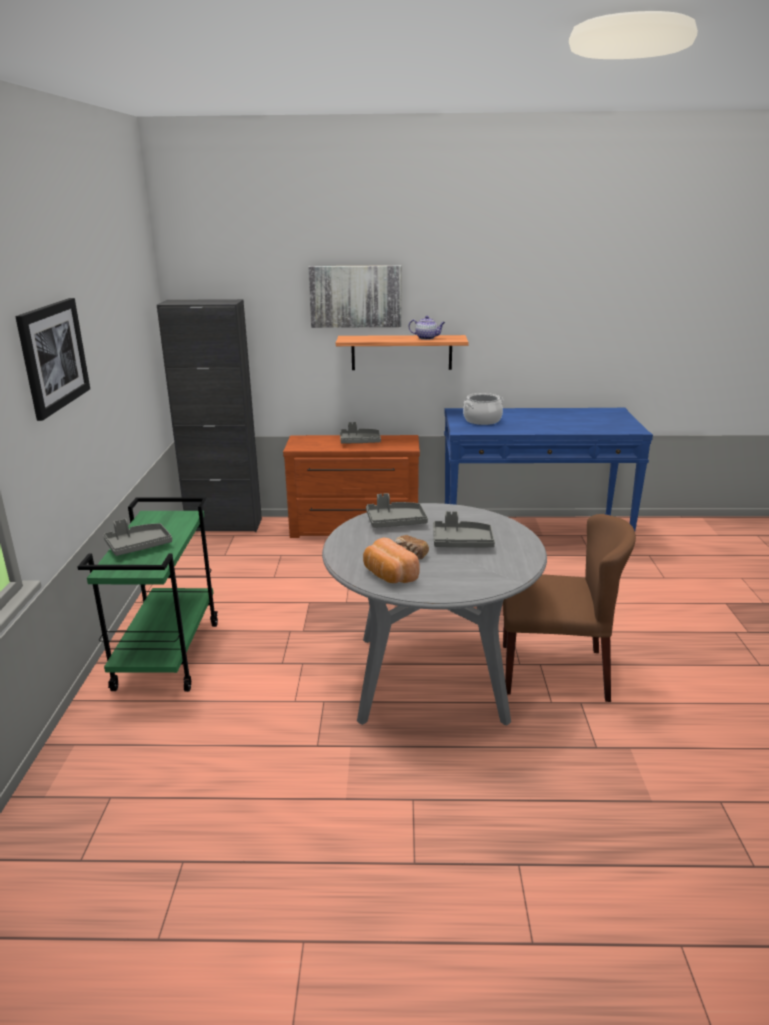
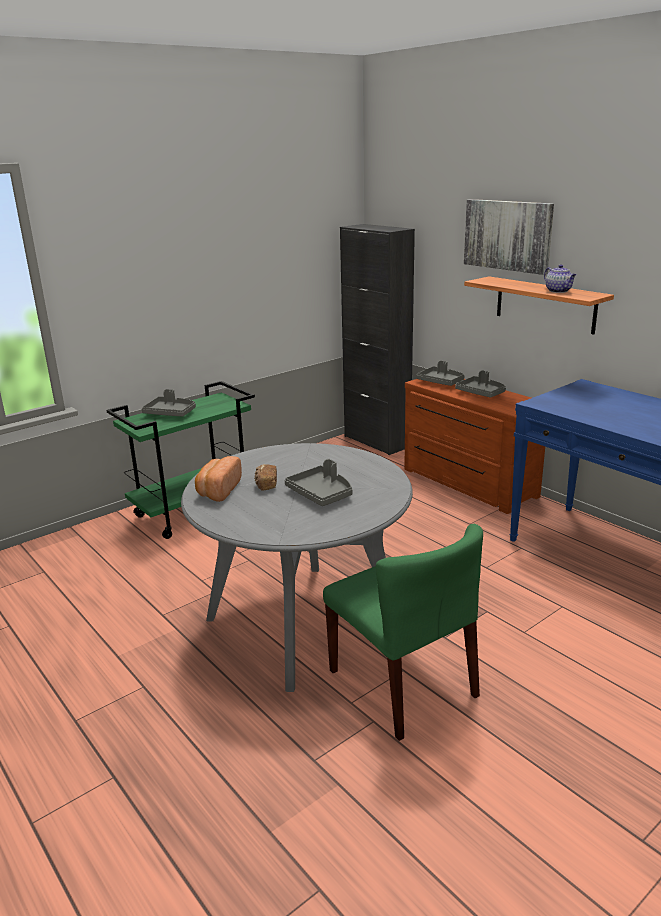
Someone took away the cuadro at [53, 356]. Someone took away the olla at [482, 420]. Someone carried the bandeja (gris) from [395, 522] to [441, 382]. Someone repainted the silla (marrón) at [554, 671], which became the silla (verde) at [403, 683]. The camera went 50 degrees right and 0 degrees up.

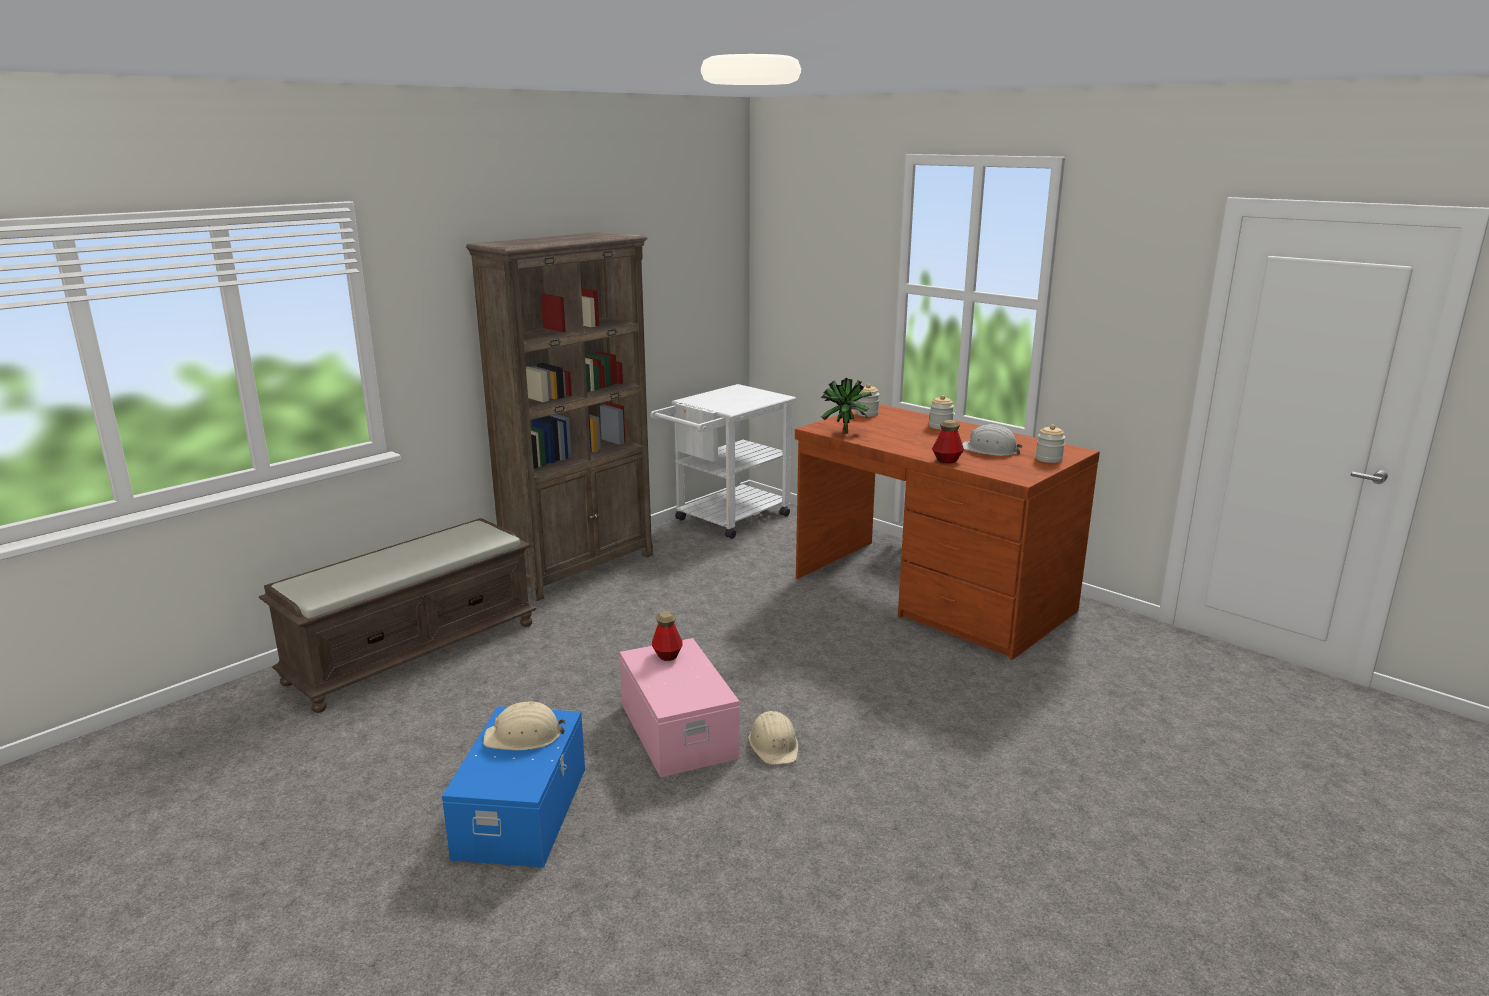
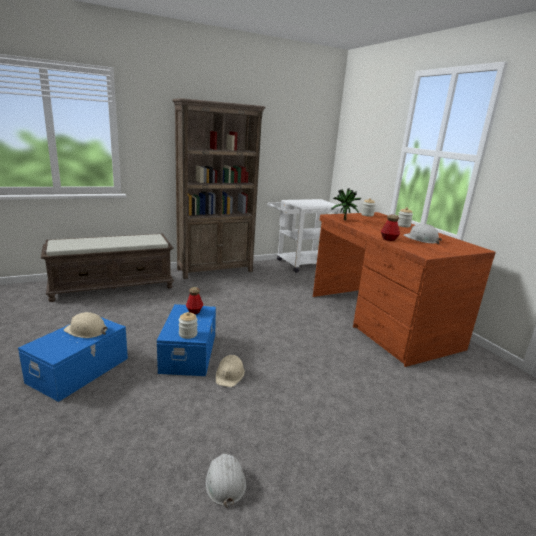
Someone put down the casco (blanco) at [225, 481]. Someone carried the tarro from [1049, 459] to [188, 334]. Someone repainted the caja de almacenaje (rosa) at [679, 730], which became the caja de almacenaje (azul) at [190, 352]. The camera went 20 degrees right and 0 degrees up.

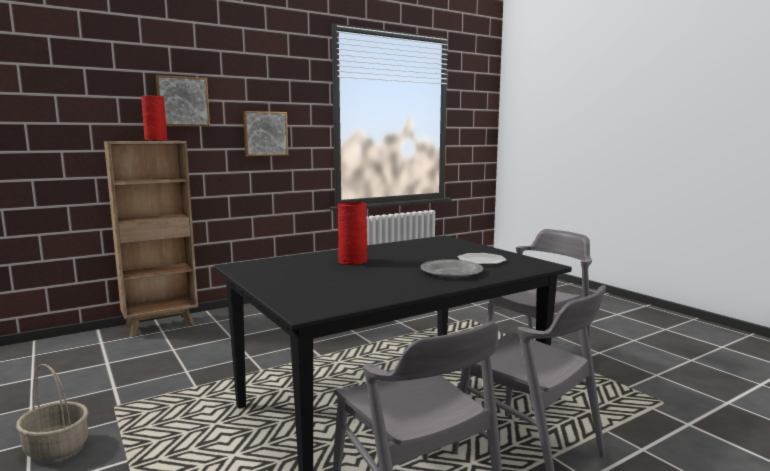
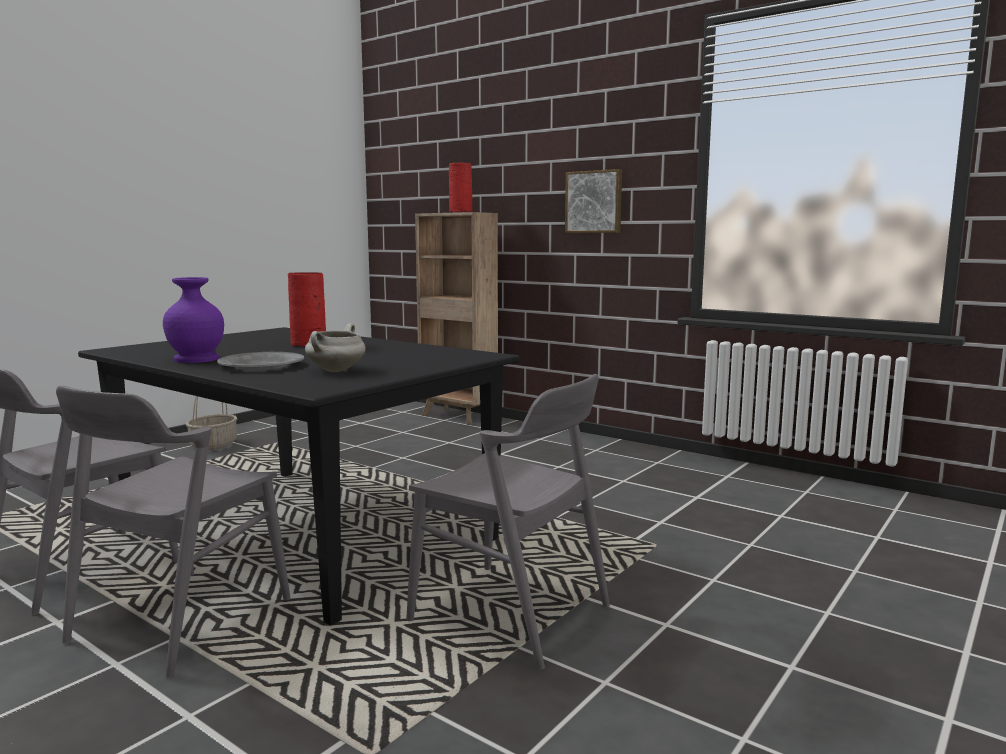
Someone took away the cuadro at [182, 101]. Someone put down the florero (morado) at [195, 359]. Someone swapped the plato at [481, 260] for the olla (blanco) at [336, 370]. The camera went 70 degrees right and 0 degrees up.

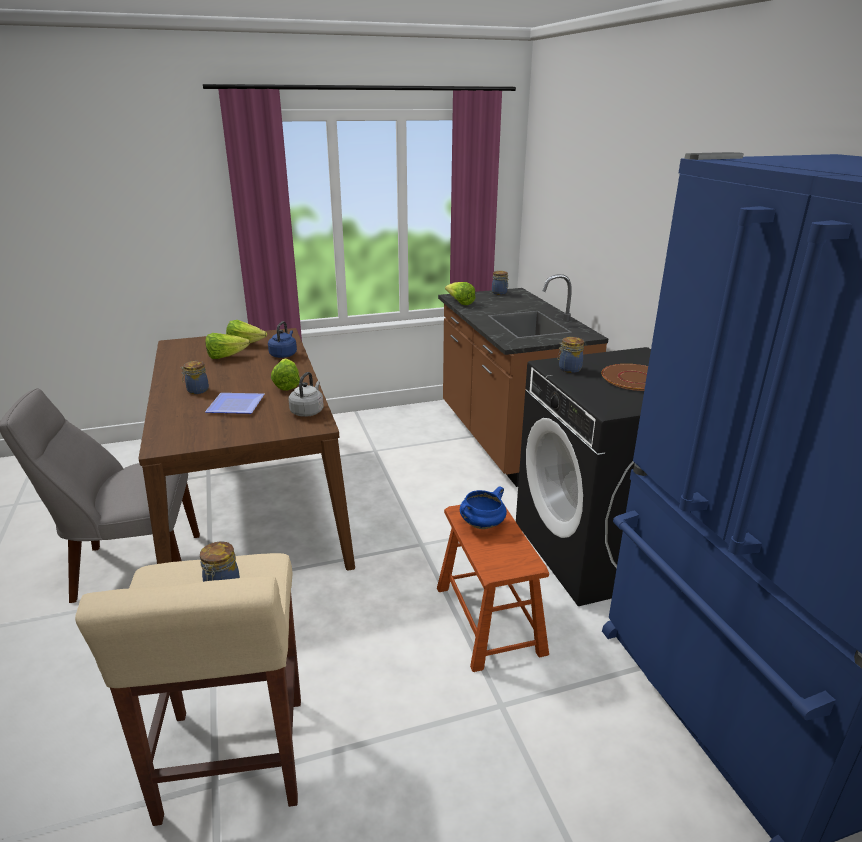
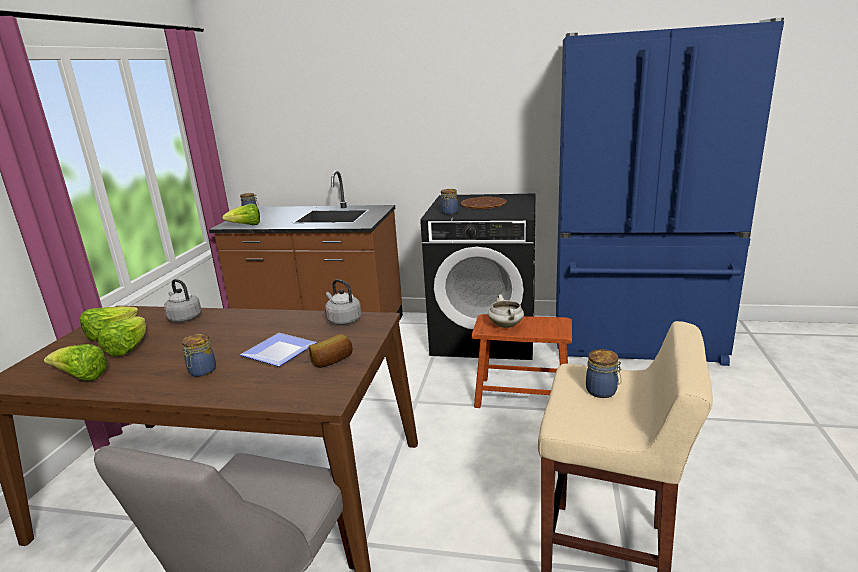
Someone put down the pan at [332, 361]. Someone carried the lechuga from [286, 385] to [81, 377]. Someone repainted the hervidor (azul) at [284, 354], which became the hervidor (gris) at [184, 317]. Someone repainted the olla (azul) at [482, 525], which became the olla (blanco) at [506, 326]. The camera went 60 degrees left and 5 degrees down.

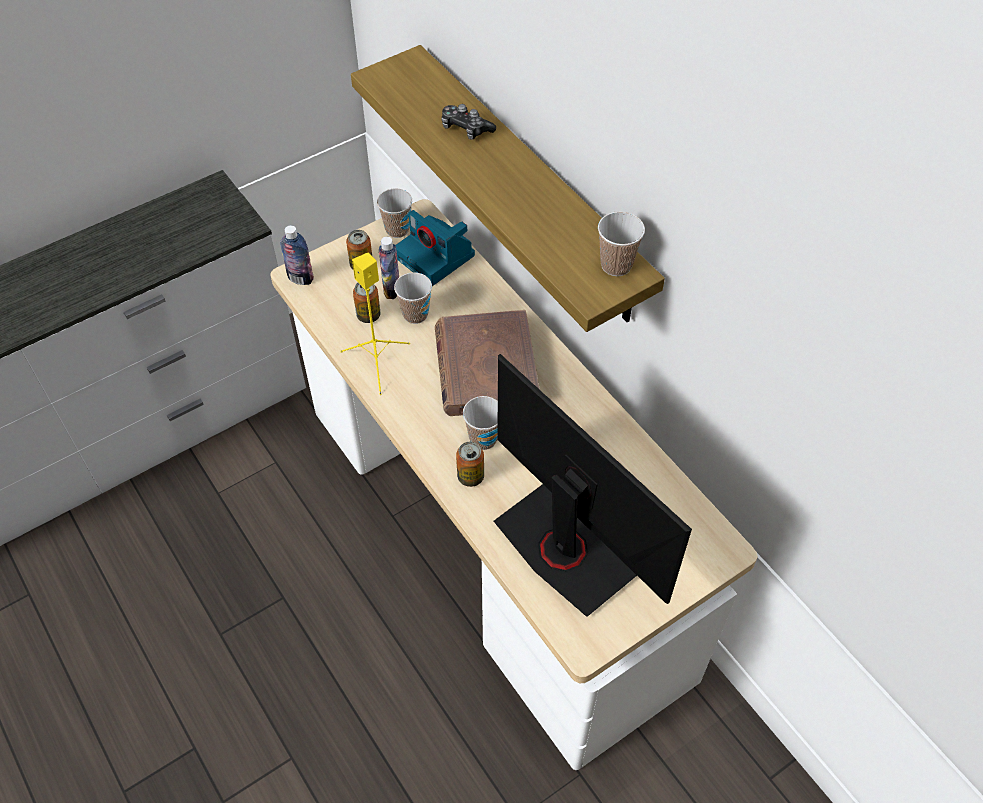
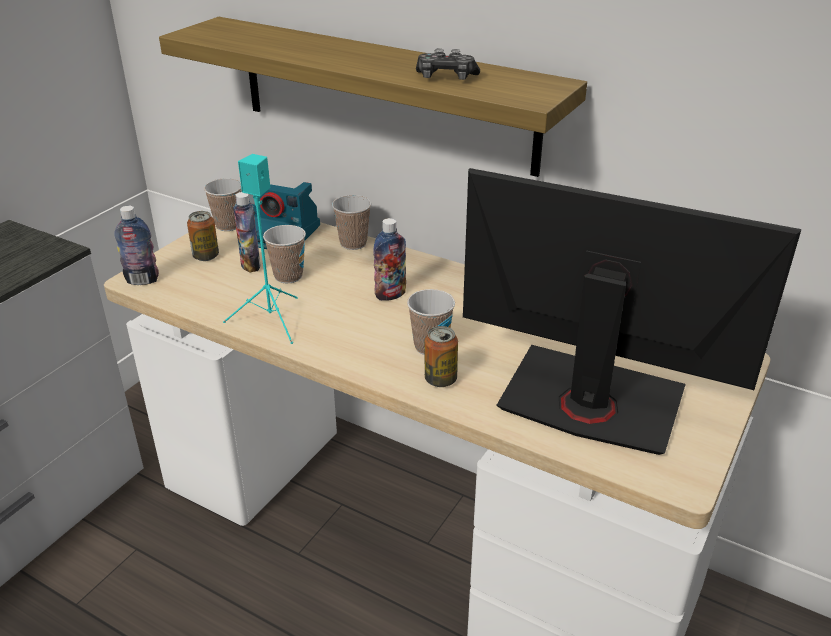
Someone took away the lata at [368, 315]. Someone carried the mando de consola from [465, 128] to [446, 77]. Someone carried the taza from [616, 265] to [353, 243]. Someone swapped the libro (marrón) at [486, 367] for the botella at [390, 294]. Someone repainted the altavoz (amarillo) at [377, 363], which became the altavoz (turquesa) at [272, 321]. The camera went 25 degrees left and 20 degrees down.

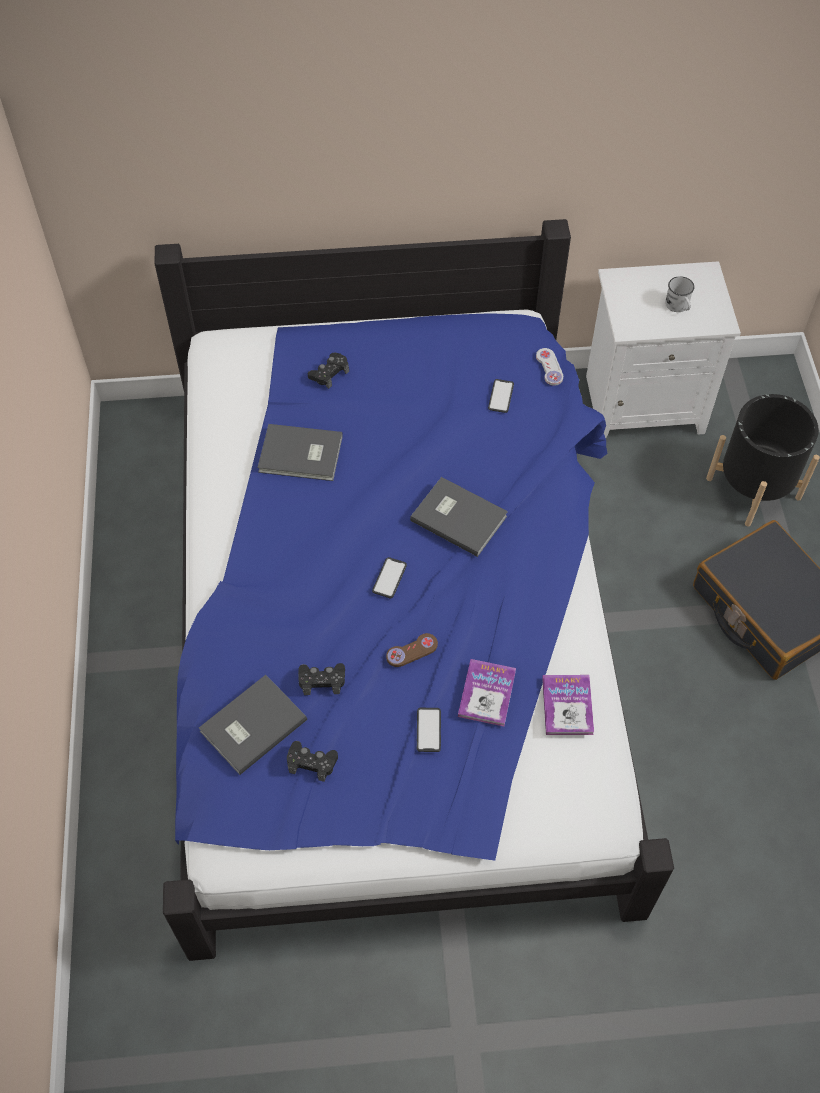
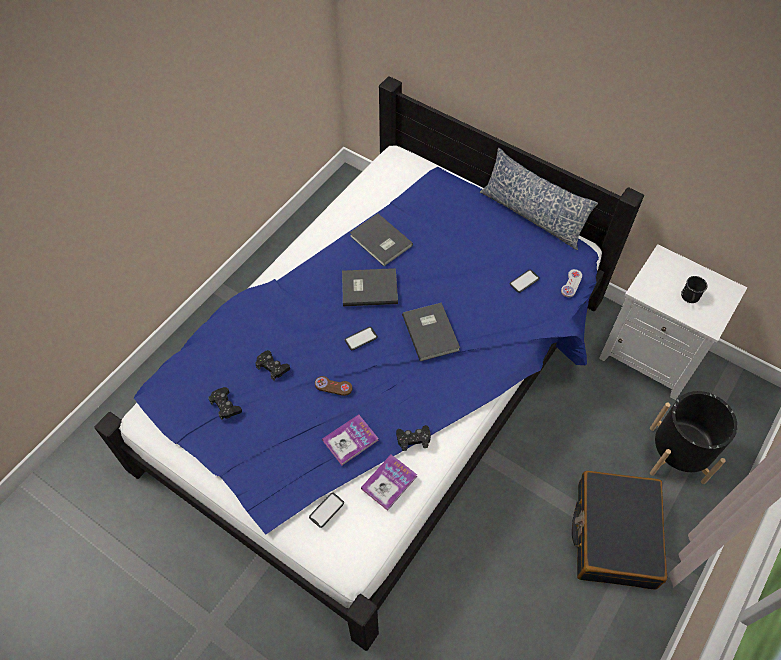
Someone put down the cojín at [531, 215]. Someone carried the libro (gris) from [250, 725] to [368, 287]. Someone carried the mando de consola (negro) from [329, 373] to [413, 439]. Someone carried the móvil from [428, 730] to [326, 510]. Someone repainted the taza grande (blanco) at [678, 307], which became the taza grande (negro) at [689, 298]. The camera went 40 degrees right and 0 degrees up.

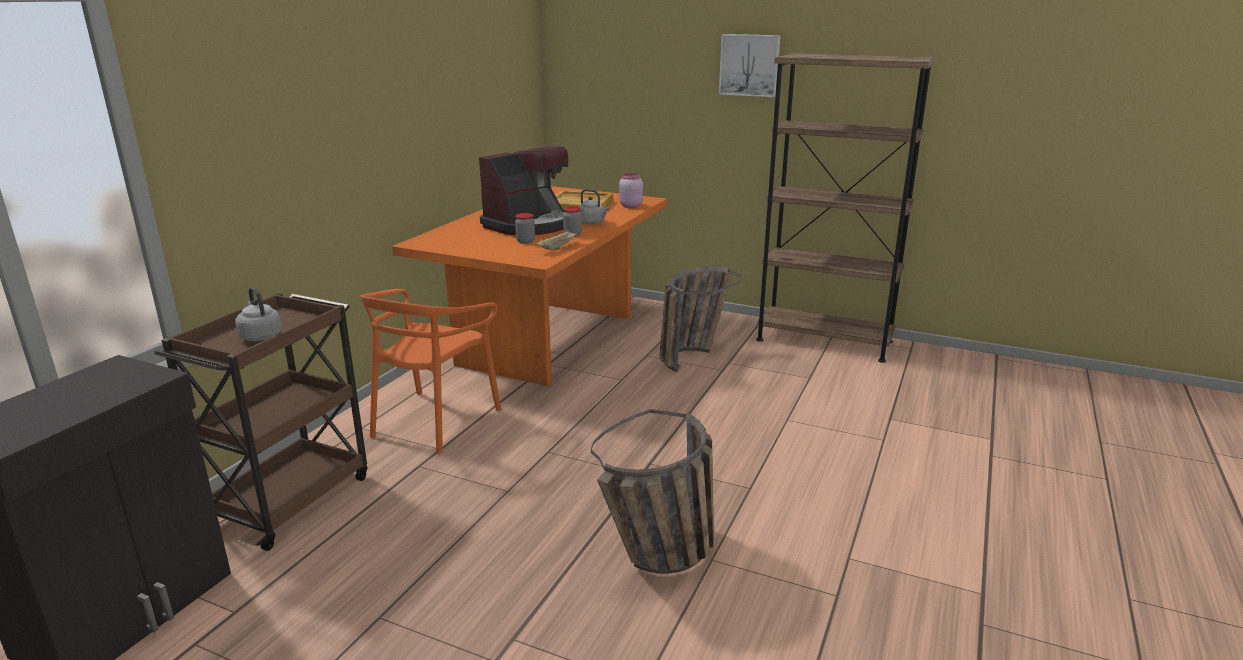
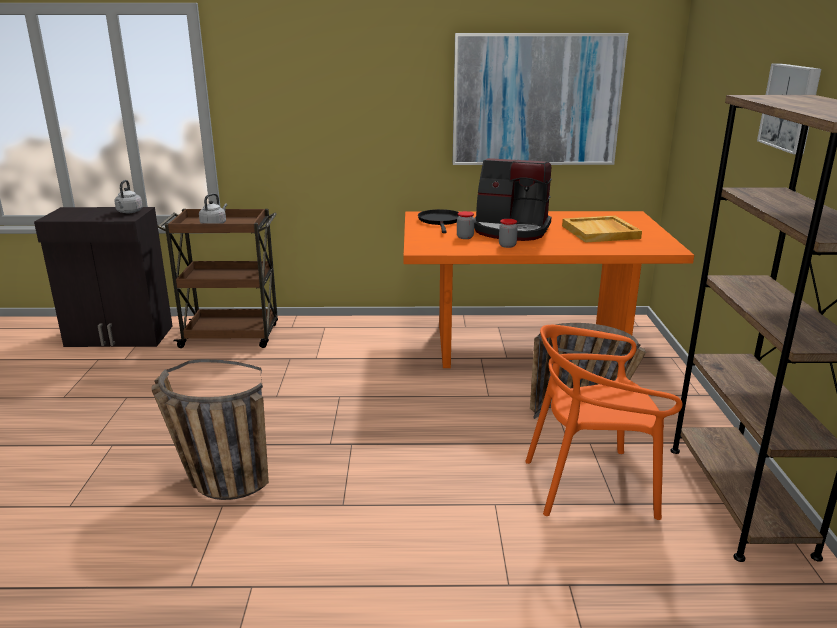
Someone took away the bandeja (beis) at [558, 247]. Someone took away the tarro (rosa) at [630, 206]. Someone put down the sartén (negro) at [440, 221]. Someone put up the cuadro at [536, 100]. Someone carried the silla (naranja) from [434, 421] to [590, 485]. Someone carried the hervidor (gris) from [592, 222] to [129, 212]. The camera went 65 degrees right and 0 degrees up.

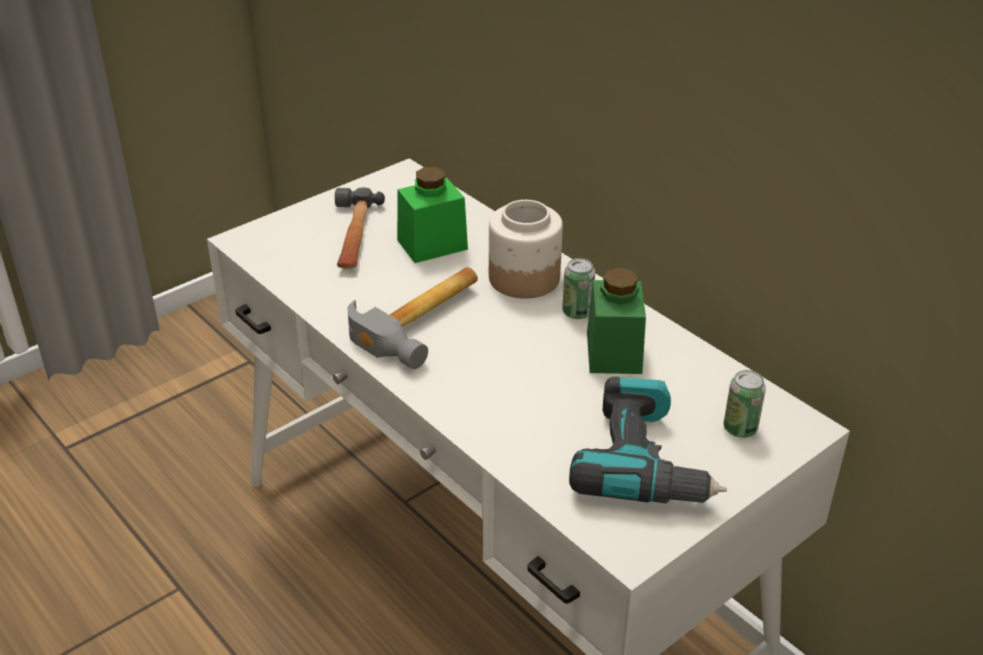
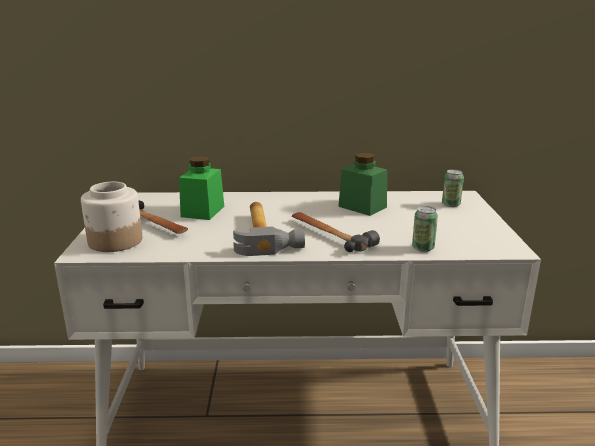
Someone took away the taladro at [644, 462]. Someone put down the martillo at [329, 235]. Someone carried the tarro from [523, 278] to [115, 241]. Someone carried the lata from [577, 312] to [423, 248]. The camera went 50 degrees left and 15 degrees down.

